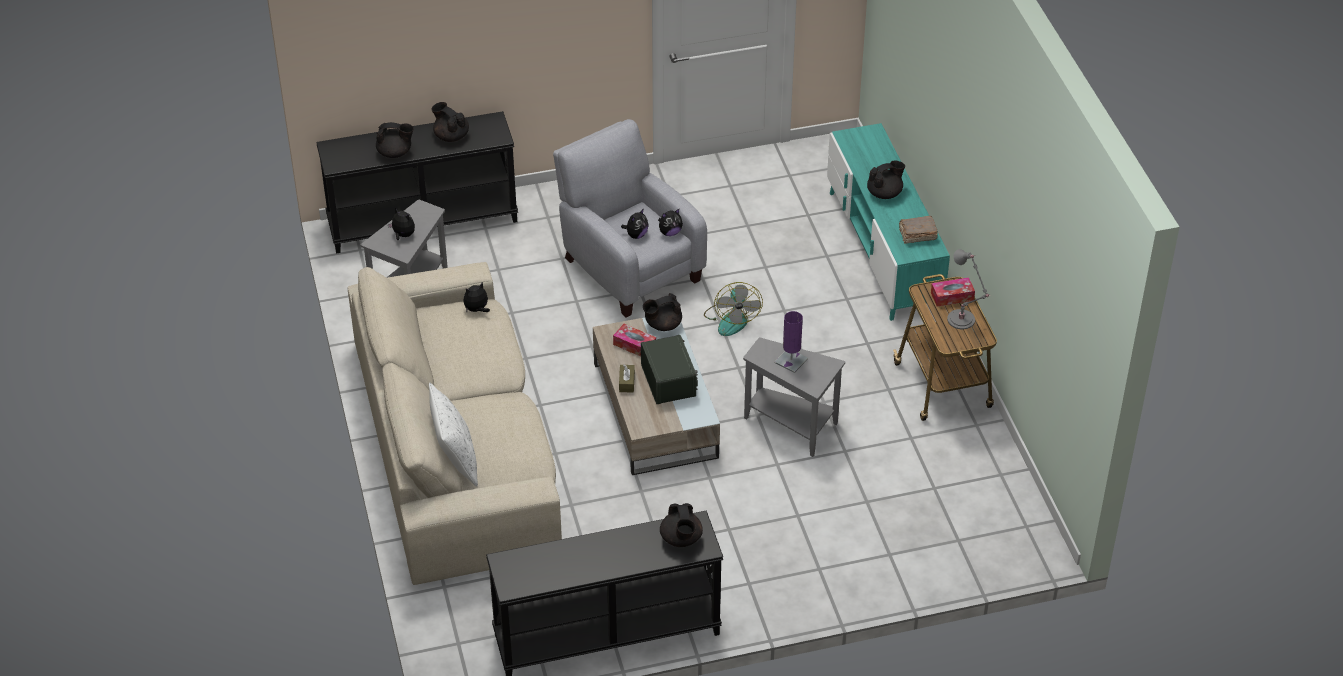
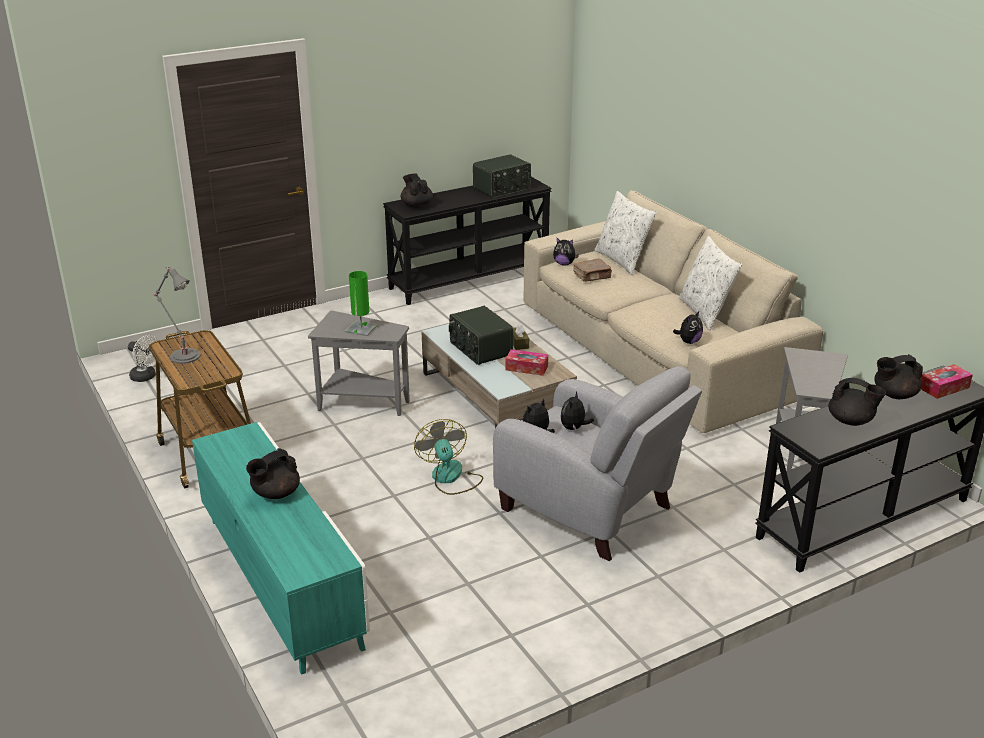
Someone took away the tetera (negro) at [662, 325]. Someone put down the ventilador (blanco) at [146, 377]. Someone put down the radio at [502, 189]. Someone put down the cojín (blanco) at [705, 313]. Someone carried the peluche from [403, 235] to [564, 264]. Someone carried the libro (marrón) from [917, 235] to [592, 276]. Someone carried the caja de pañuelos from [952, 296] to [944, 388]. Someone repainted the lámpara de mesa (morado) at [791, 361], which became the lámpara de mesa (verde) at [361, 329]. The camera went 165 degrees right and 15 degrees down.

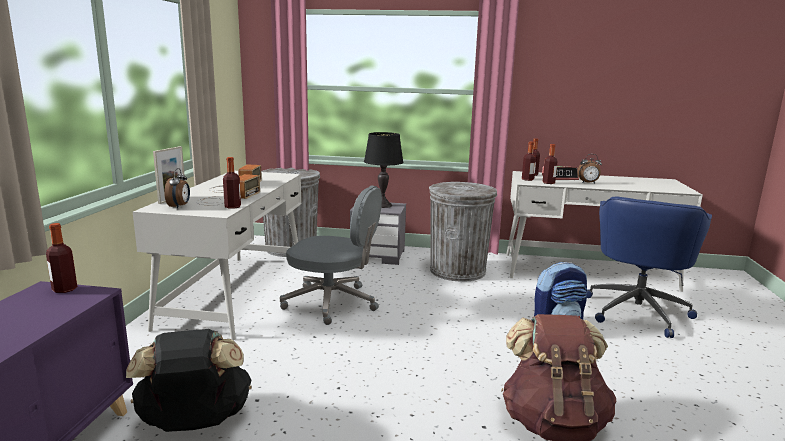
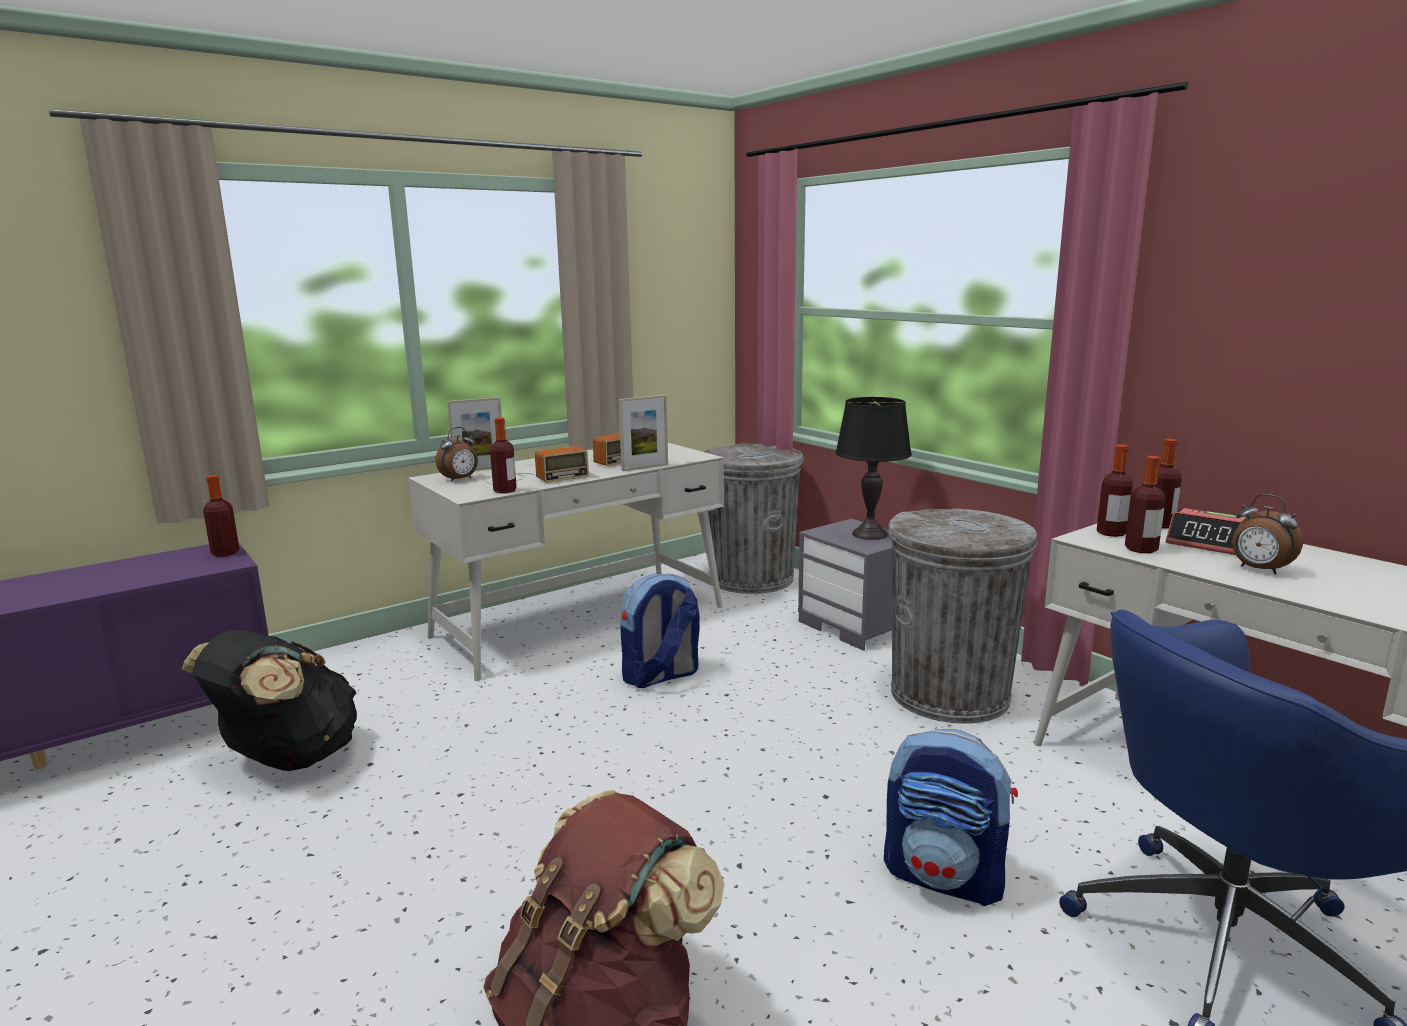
Someone put down the portarretratos at [645, 467]. Someone swapped the silla de oficina (gris) at [332, 303] for the mochila at [660, 676]. The camera went 45 degrees right and 0 degrees up.

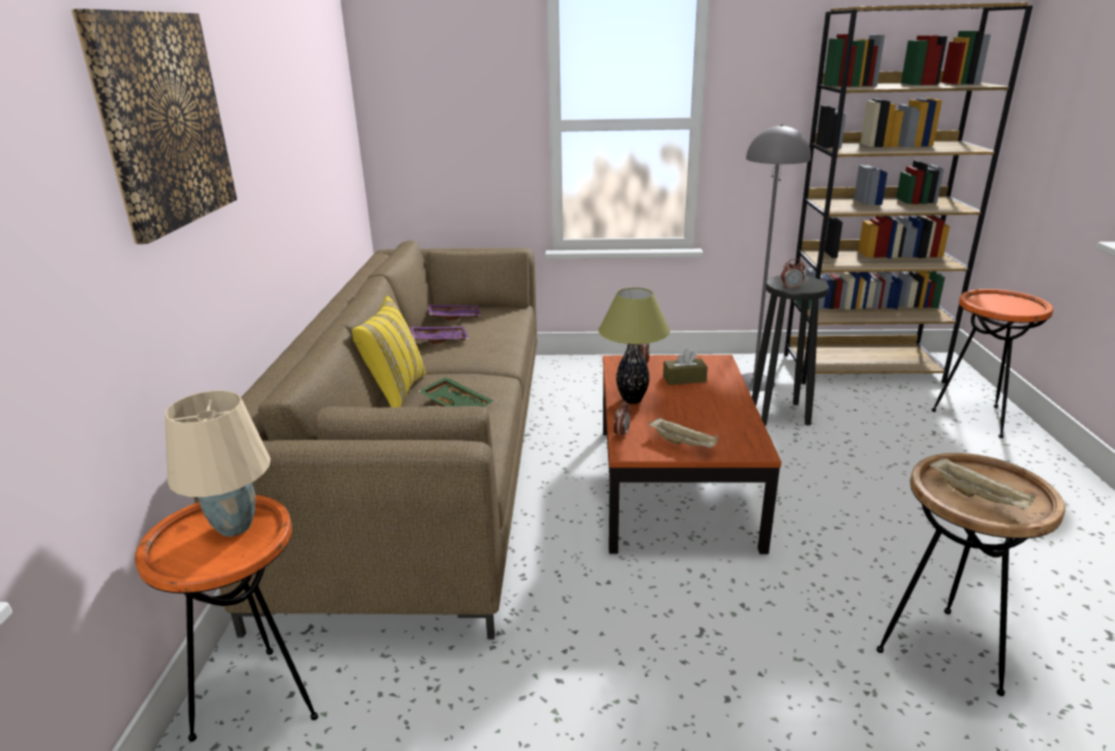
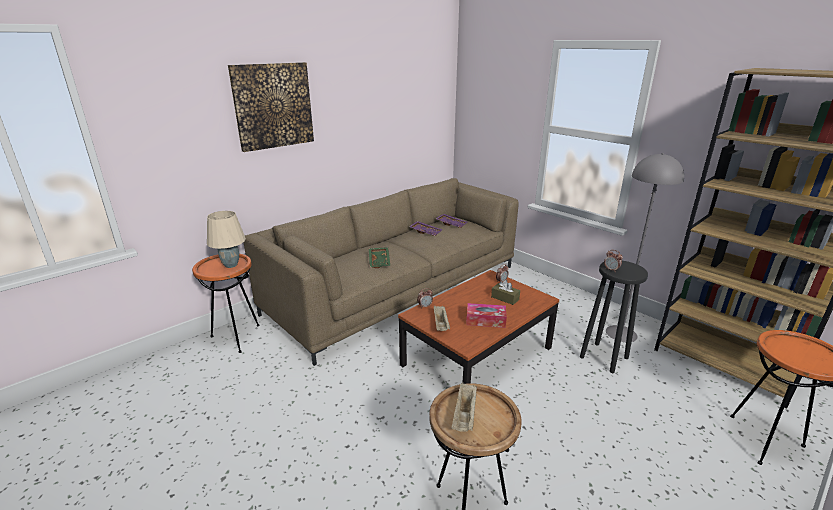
Someone took away the cojín (amarillo) at [395, 392]. Someone took away the lámpara de mesa at [632, 400]. Someone put down the caja de pañuelos at [485, 320]. The camera went 45 degrees right and 0 degrees up.

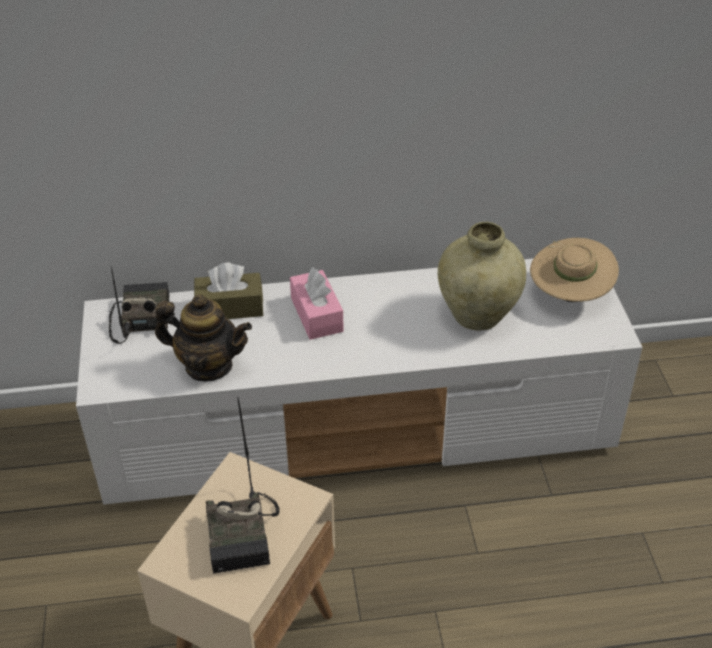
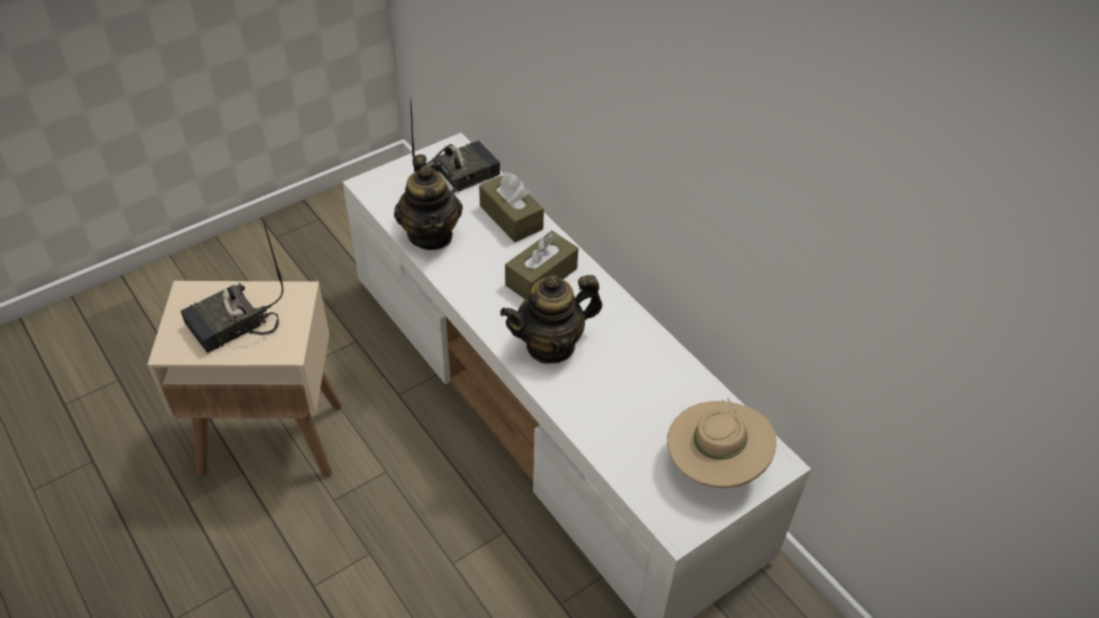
Someone took away the florero (beis) at [477, 316]. Someone put down the tetera at [551, 345]. Someone repainted the caja de pañuelos (rosa) at [316, 315], which became the caja de pañuelos (marrón) at [541, 277]. The camera went 60 degrees right and 5 degrees up.

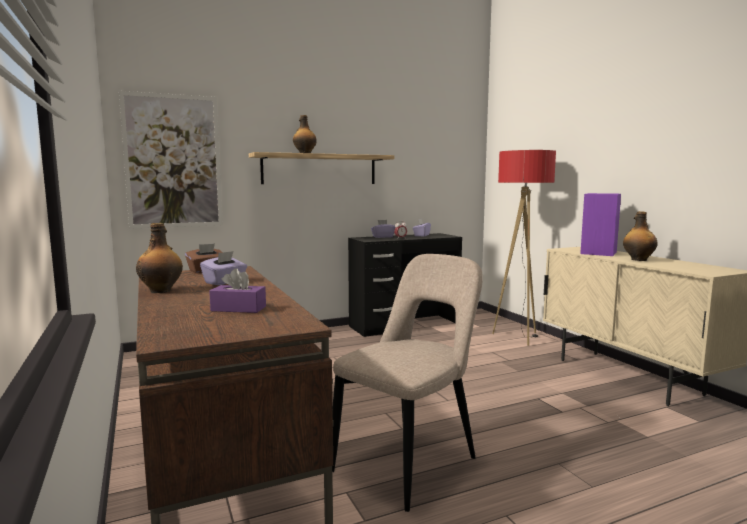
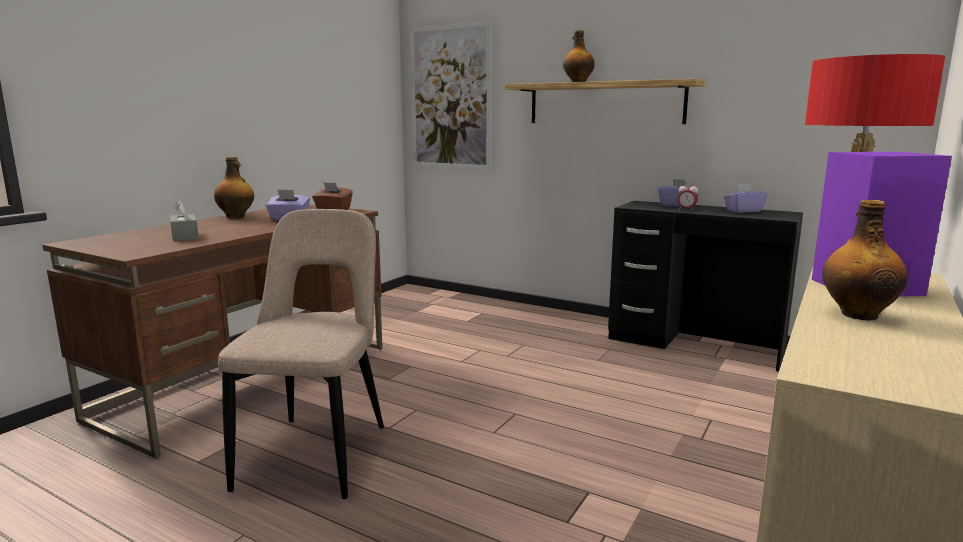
Someone repainted the caja de pañuelos (morado) at [238, 309], which became the caja de pañuelos (gris) at [185, 236]. Someone rotated the silla (beis) at [410, 462] by 90 degrees counterclockwise. The camera went 55 degrees right and 5 degrees up.

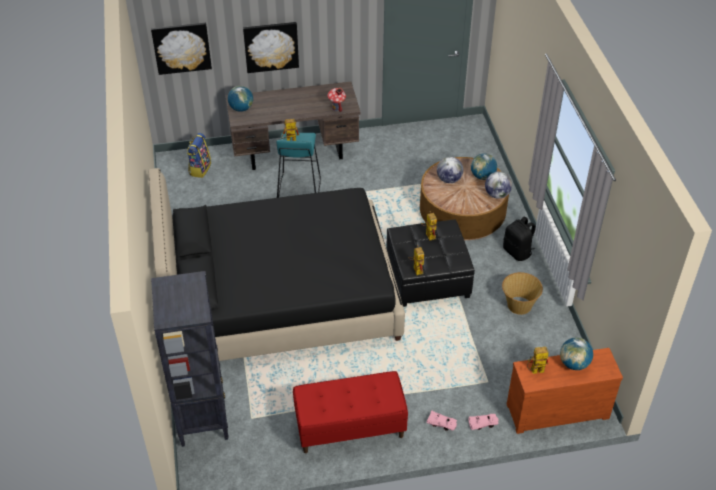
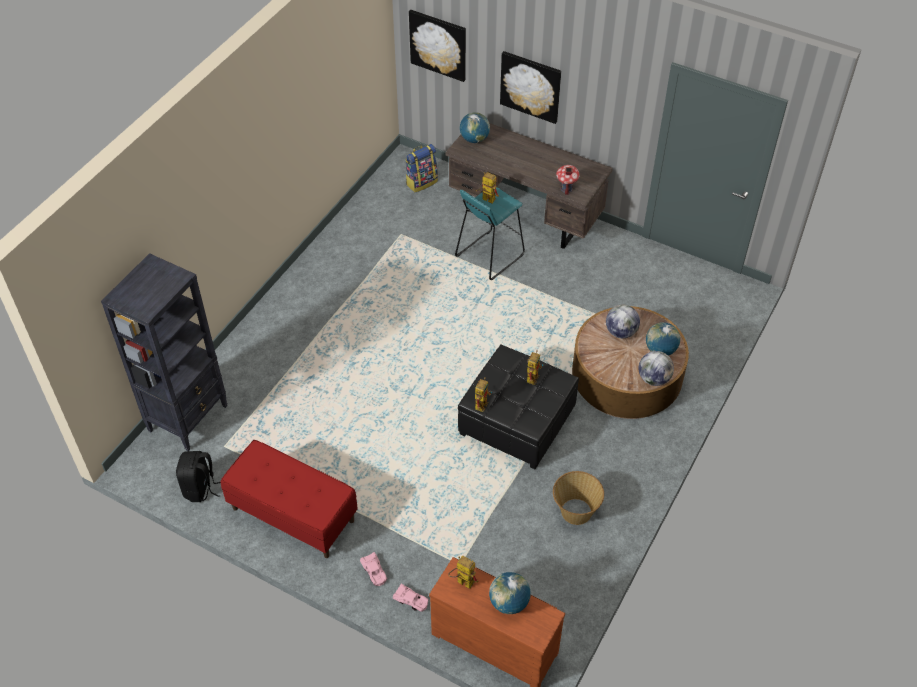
Someone took away the cama (negro) at [280, 297]. Someone carried the mochila (negro) from [517, 252] to [200, 488]. The camera went 40 degrees right and 5 degrees up.

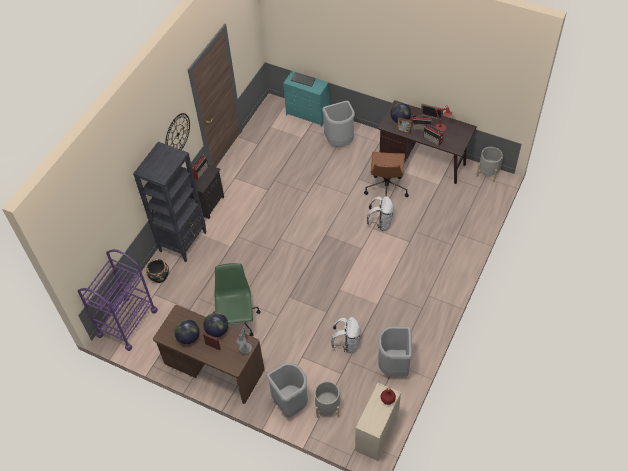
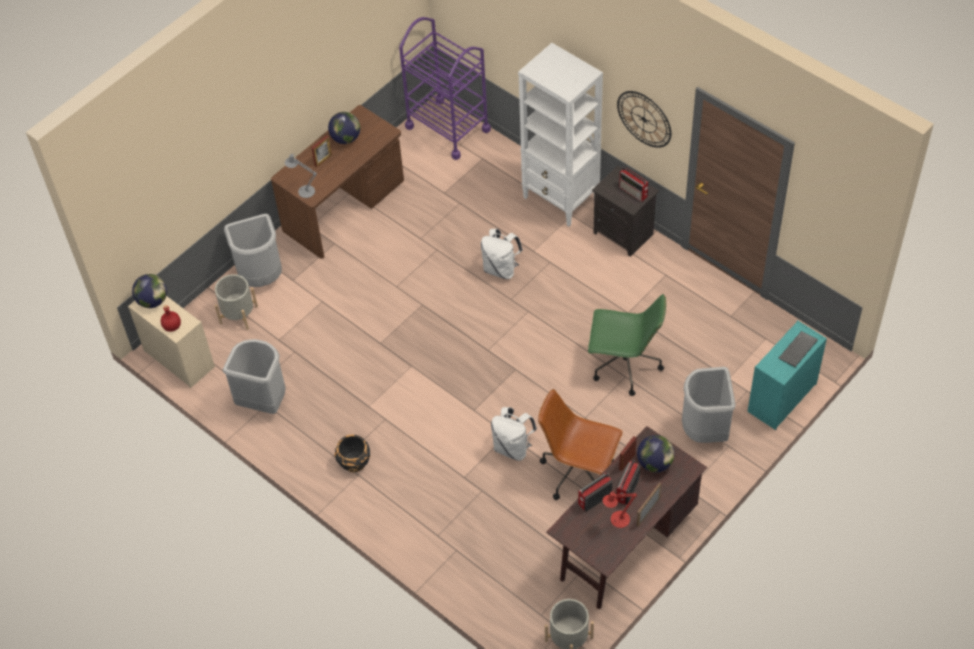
Someone carried the maceta (negro) from [159, 277] to [354, 462]. Someone carried the globo terráqueo from [217, 330] to [153, 301]. Someone carried the silla de oficina (verde) from [237, 321] to [624, 366]. Someone carried the mochila (blanco) from [347, 344] to [501, 269]. Someone repainted the estantería (negro) at [183, 241], which became the estantería (blanco) at [561, 199]. The camera went 105 degrees right and 0 degrees up.

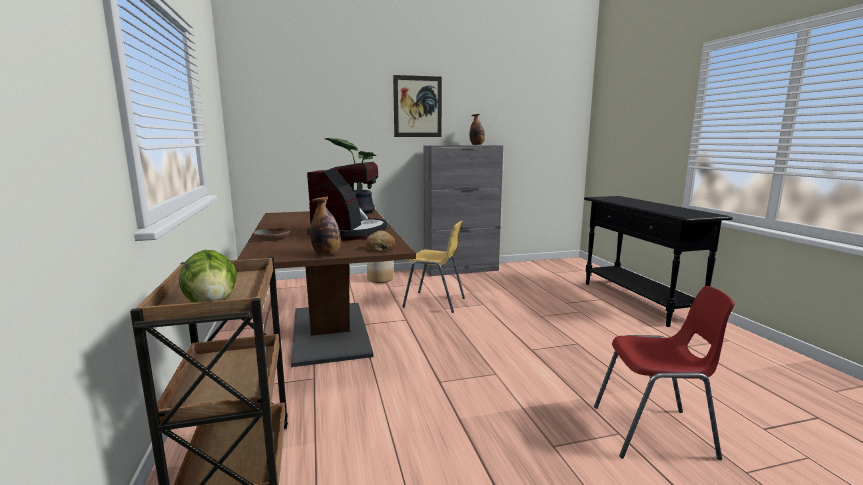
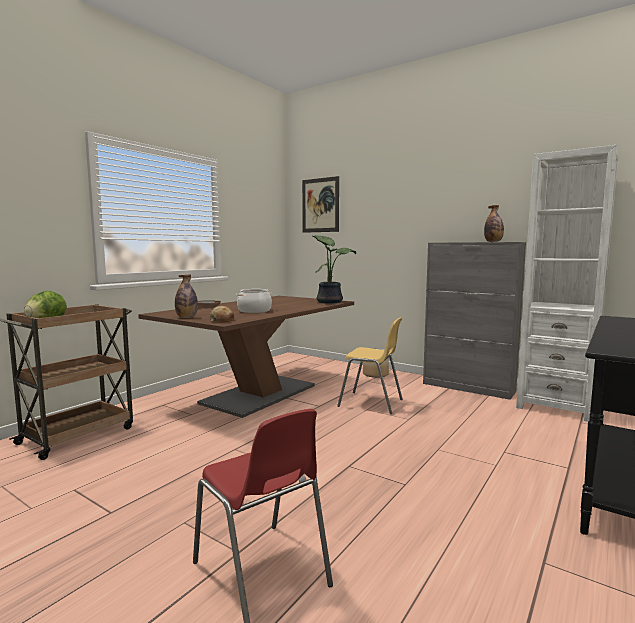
Someone put down the estantería (blanco) at [555, 406]. Someone carried the cuadro from [417, 106] to [320, 205]. Someone swapped the cafetera at [349, 233] for the olla at [254, 311]. Someone rotated the silla (amarillo) at [435, 302] by 45 degrees counterclockwise. The camera went 50 degrees right and 5 degrees down.

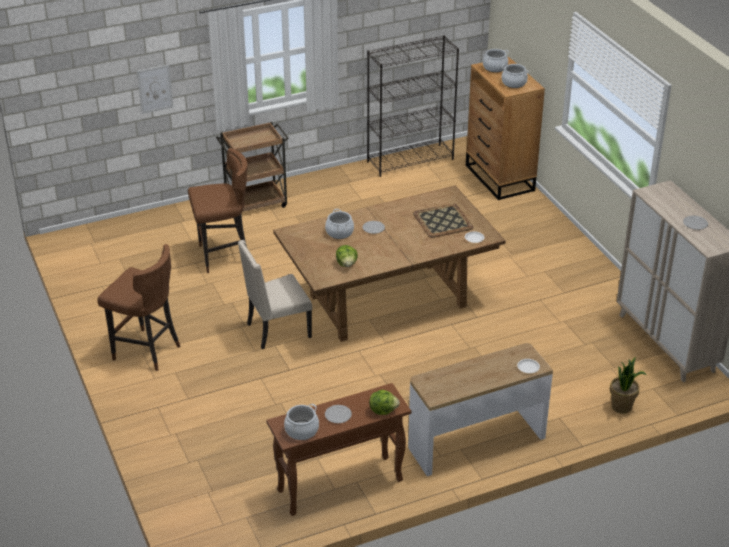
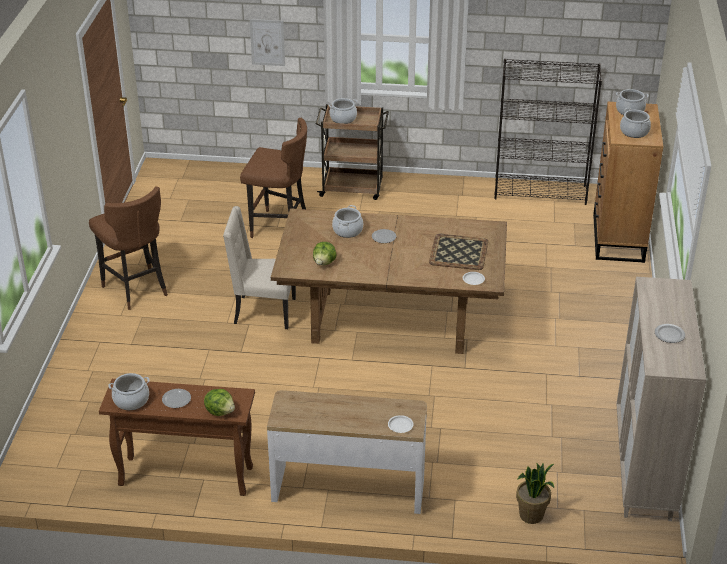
Someone put down the olla at [343, 118]. The camera went 30 degrees right and 0 degrees up.

